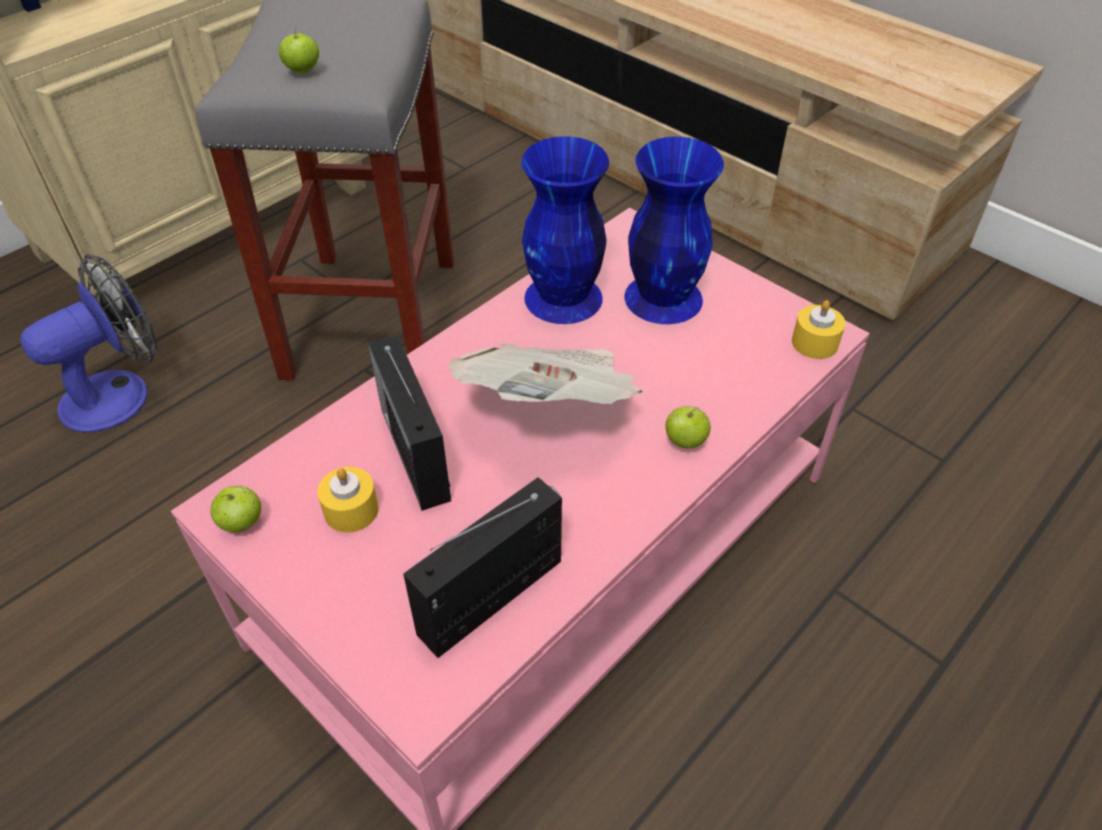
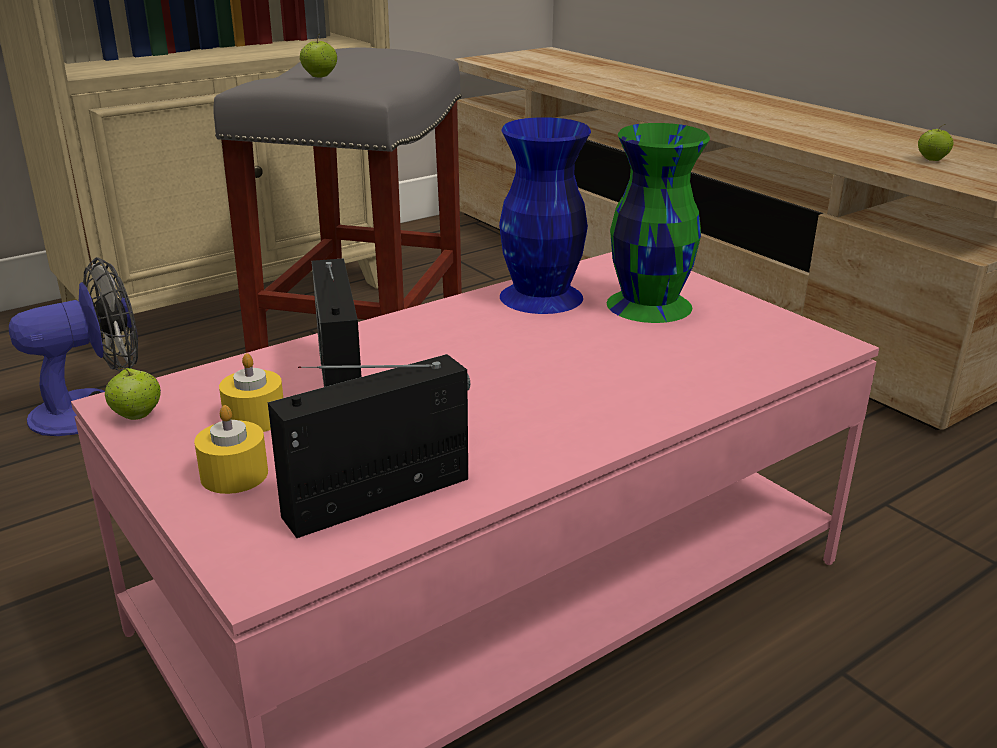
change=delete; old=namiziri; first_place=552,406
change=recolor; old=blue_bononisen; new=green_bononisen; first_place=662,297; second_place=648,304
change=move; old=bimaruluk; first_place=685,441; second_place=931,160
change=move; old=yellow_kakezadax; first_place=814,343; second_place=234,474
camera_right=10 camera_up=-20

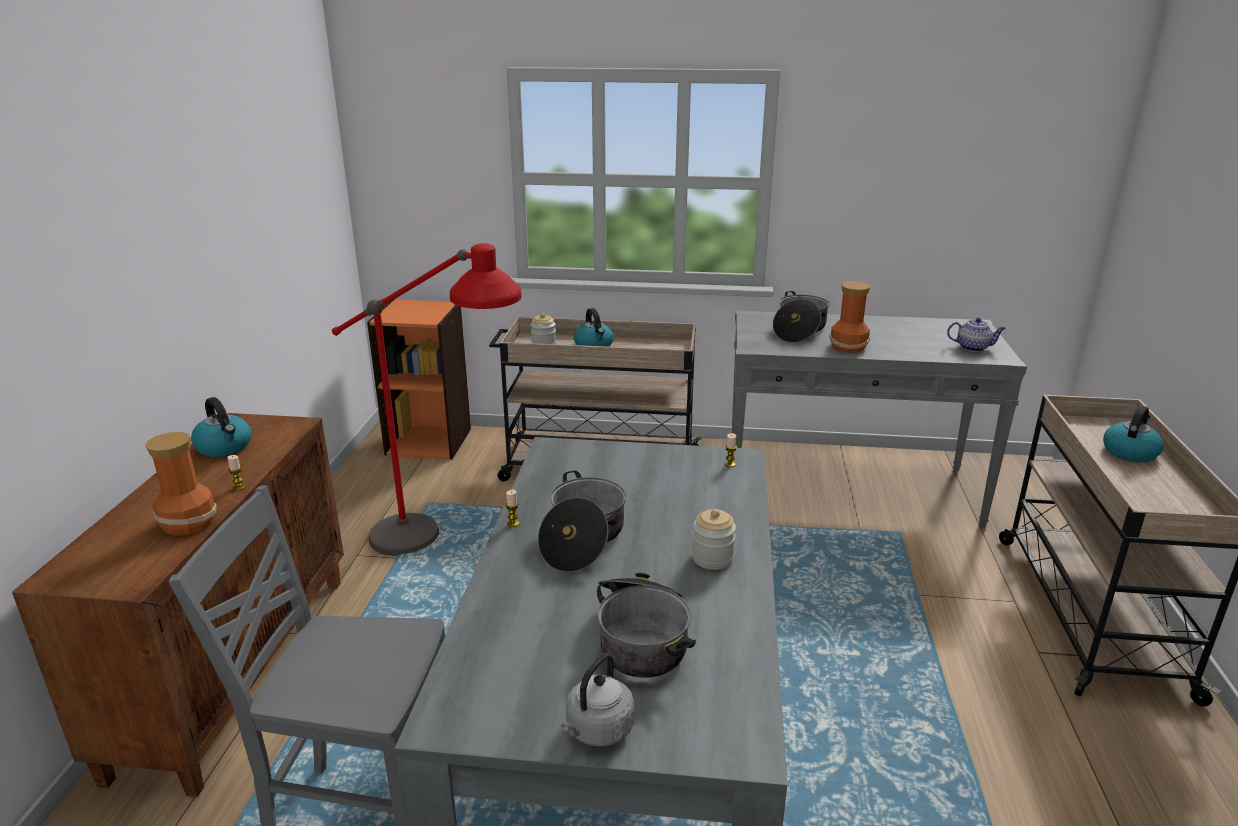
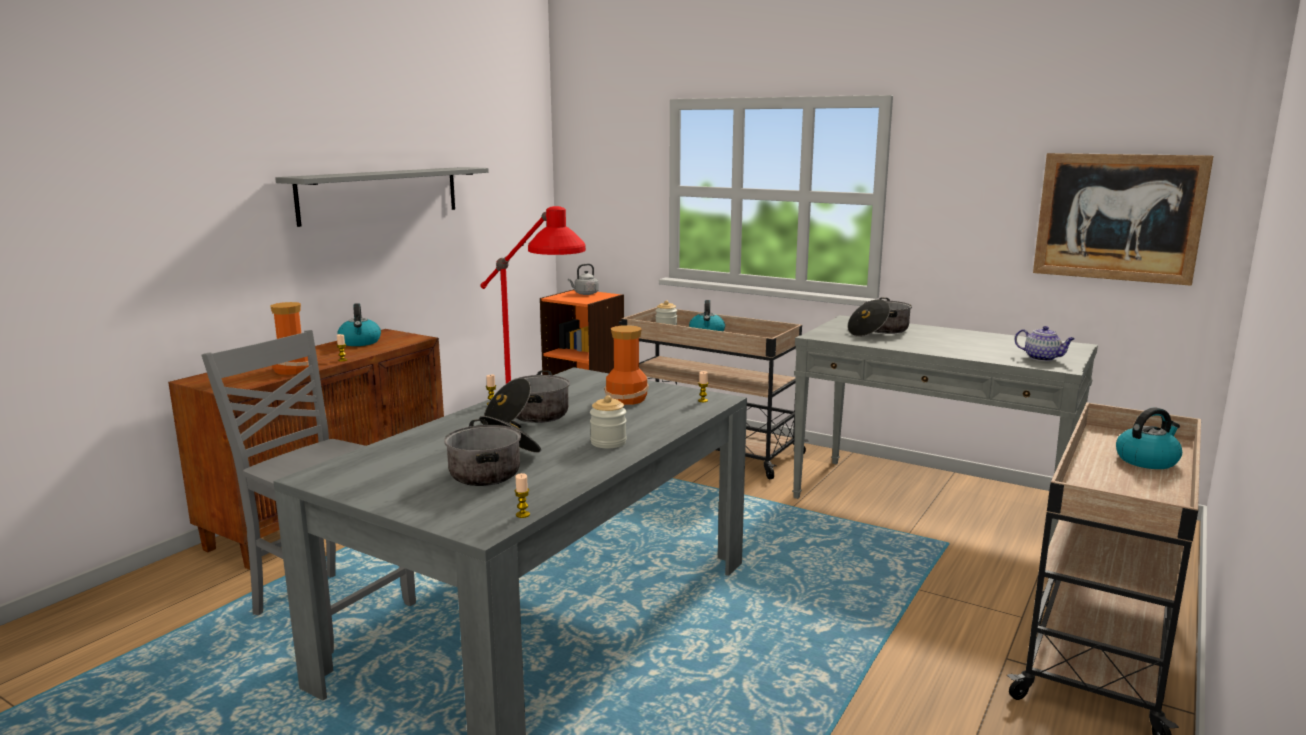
change=move; old=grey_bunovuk; first_place=597,731; second_place=585,294
change=move; old=bononisen; first_place=848,346; second_place=627,399
change=insert; new=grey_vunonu; second_place=381,194
change=insert; new=kakezadax; second_place=523,514
change=insert; new=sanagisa; second_place=1118,217
camera_right=25 camera_up=-10

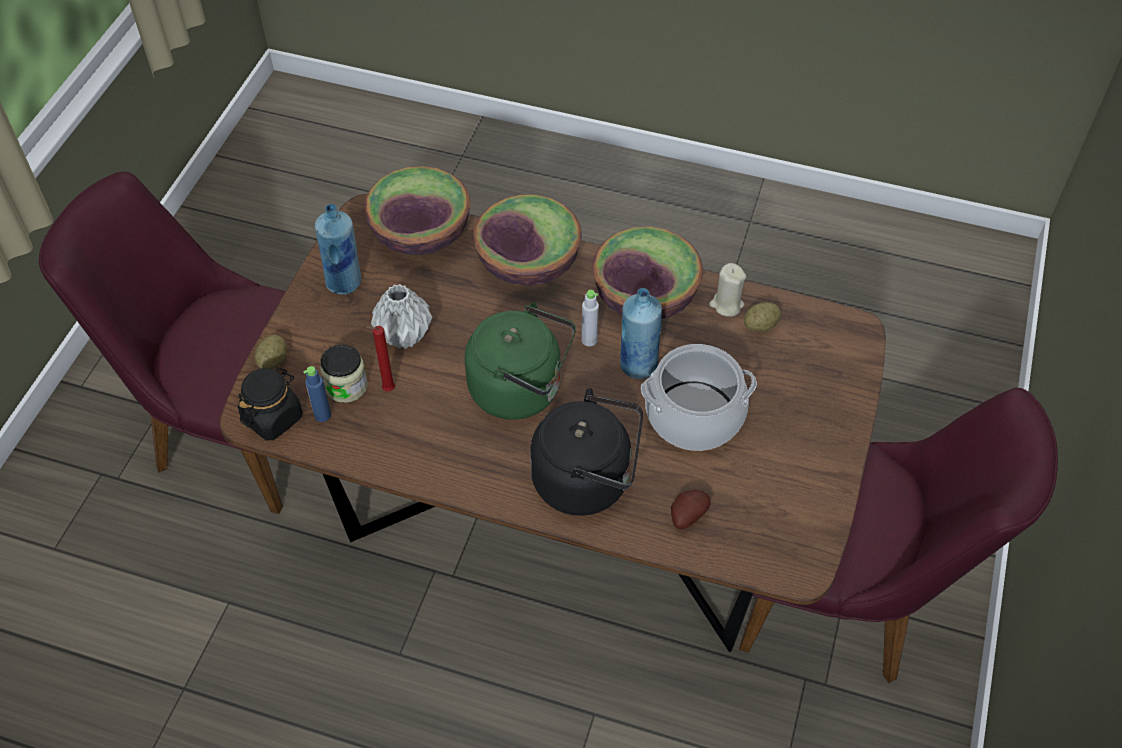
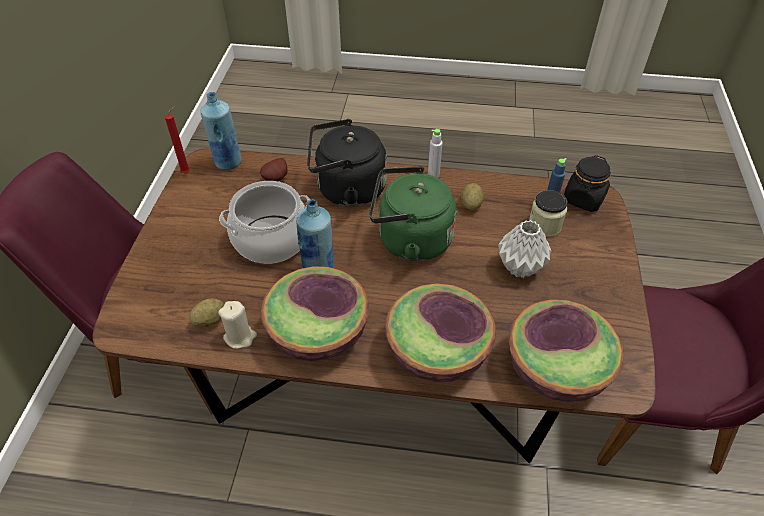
change=move; old=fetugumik; first_place=273,361; second_place=471,204
change=move; old=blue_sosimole; first_place=344,282; second_place=228,162
change=move; old=red_kakezadax; first_place=386,390; second_place=187,172
change=move; old=grey_sosimole; first_place=589,340; second_place=433,175
camera_right=170 camera_up=-5

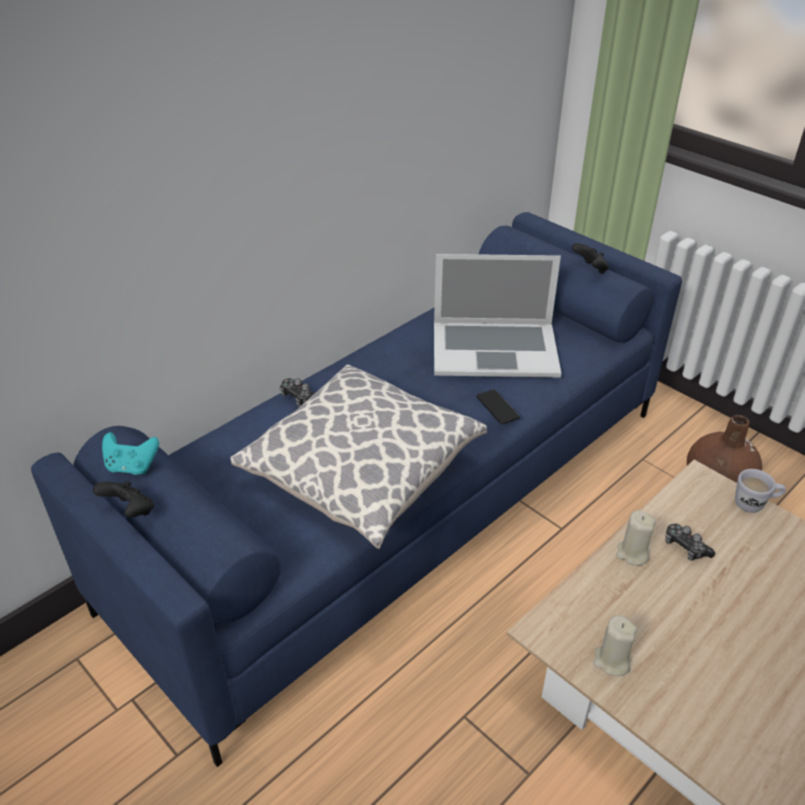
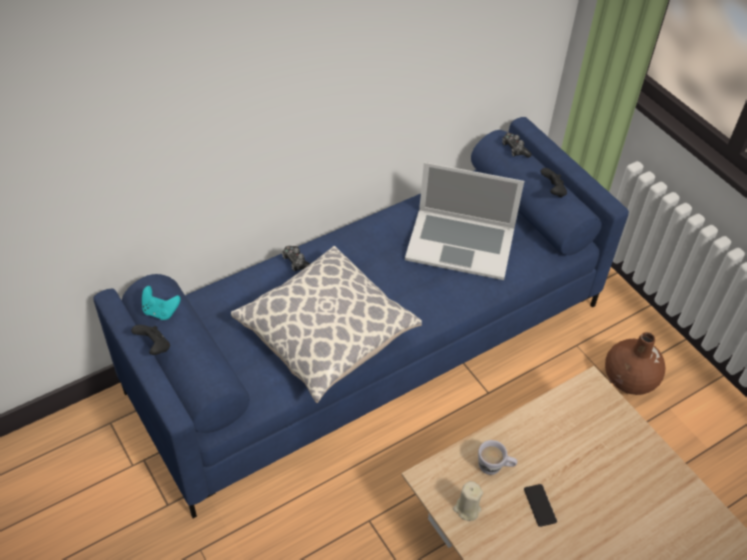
change=move; old=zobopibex; first_place=497,407; second_place=540,505
change=delete; old=beige_kakezadax; first_place=632,553
change=move; old=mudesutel; first_place=685,547; second_place=515,149
change=move; old=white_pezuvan; first_place=754,504; second_place=495,467
camera_right=10 camera_up=10

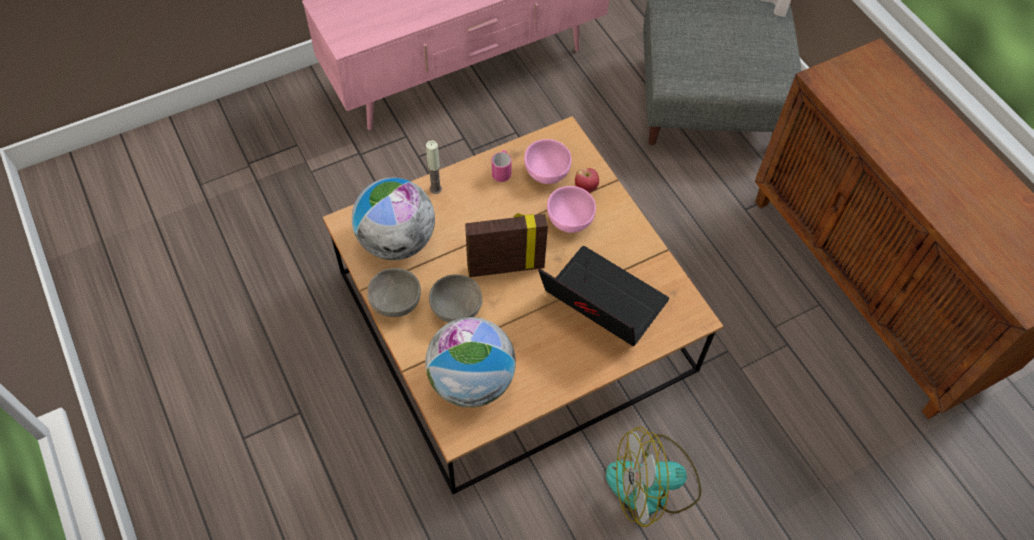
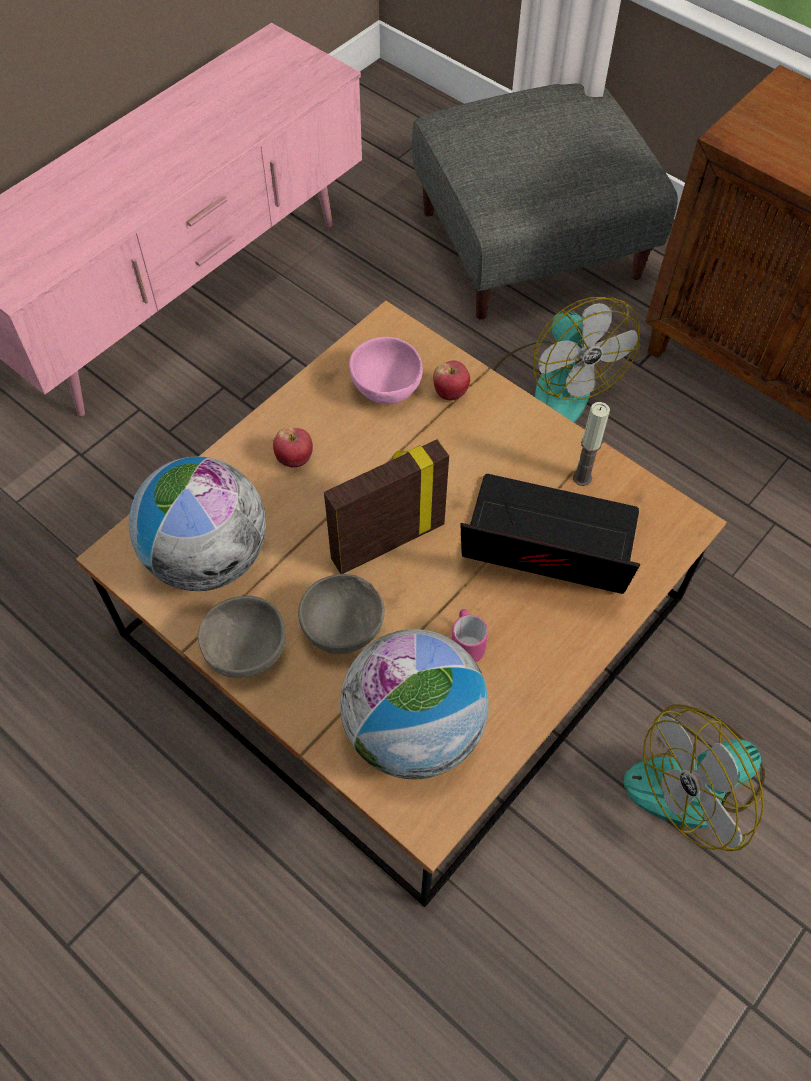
change=move; old=kakezadax; first_place=435,188; second_place=582,478
change=move; old=pink_pezuvan; first_place=502,172; second_place=466,643
change=delete; old=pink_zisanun; first_place=569,221
change=insert; new=bimaruluk; second_place=295,459
change=insert; new=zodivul; second_place=552,385
camera_right=-20 camera_up=0

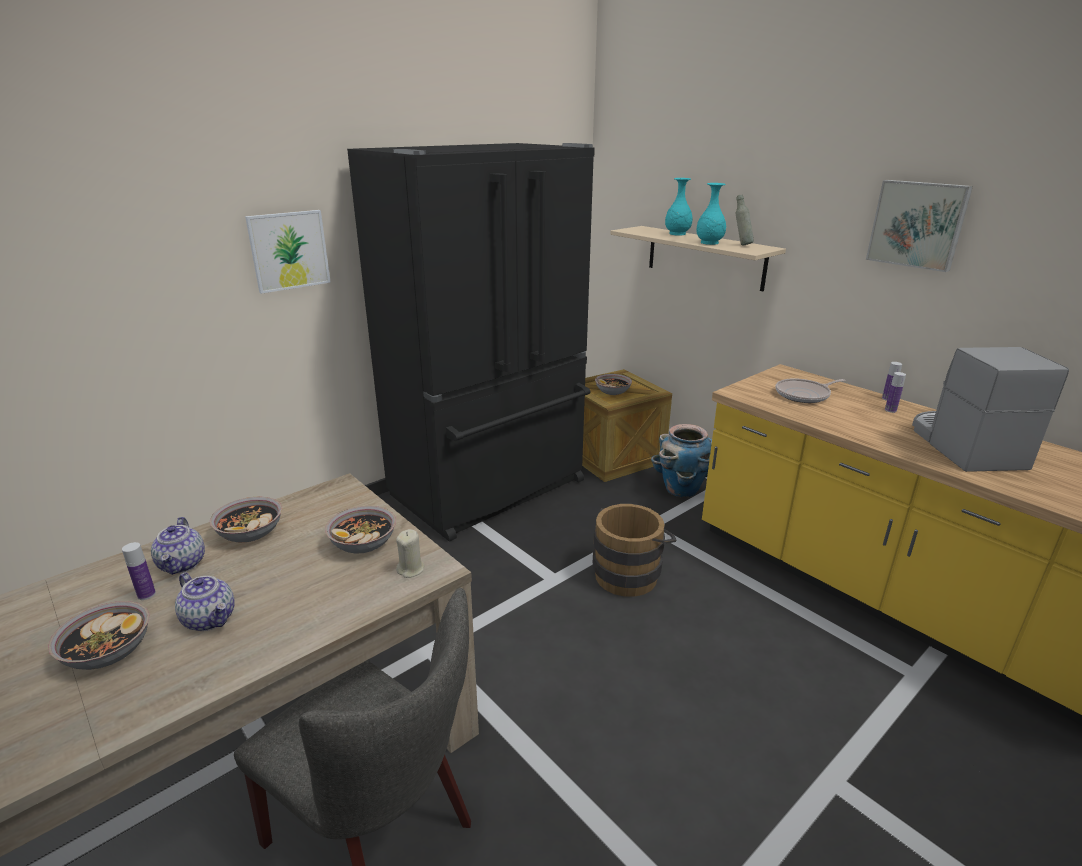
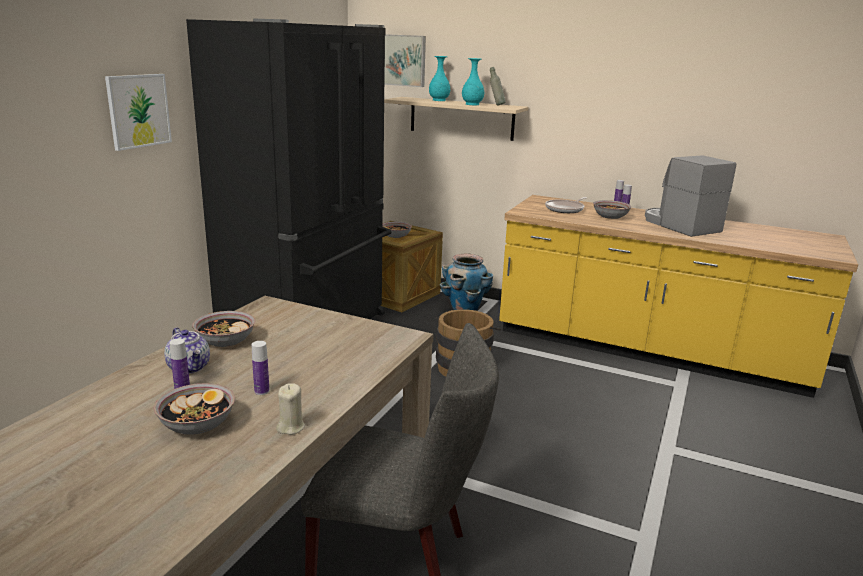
change=replace; old=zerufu; new=sosimole; first_place=210,619; second_place=261,391
change=move; old=zisanun; first_place=363,543; second_place=610,216
change=move; old=beige_kakezadax; first_place=411,569; second_place=290,427
change=move; old=sanagisa; first_place=918,224; second_place=403,60
camera_right=-25 camera_up=-5

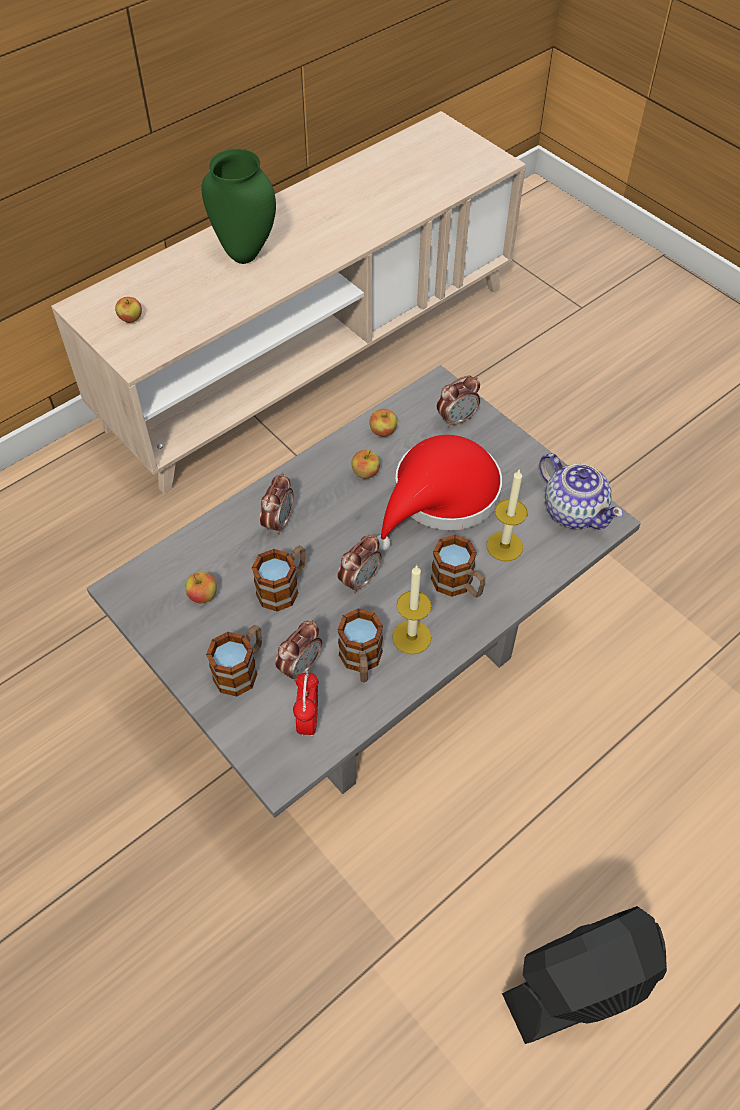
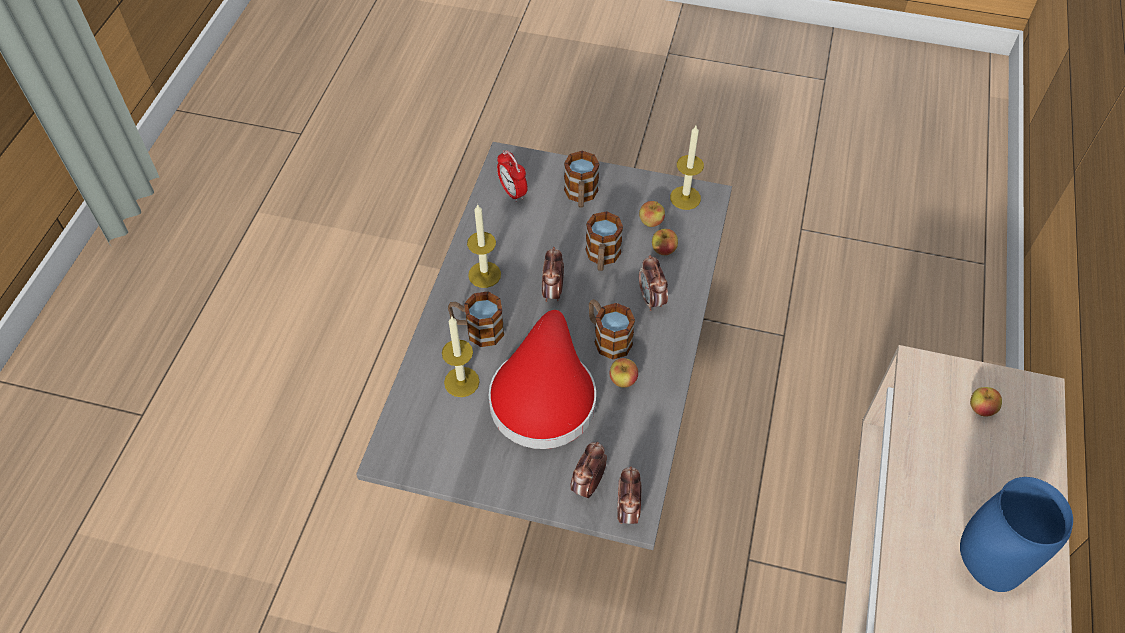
change=recolor; old=green_bononisen; new=blue_bononisen; first_place=245,255; second_place=983,566
change=move; old=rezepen; first_place=300,666; second_place=627,510
change=move; old=pezuvan; first_place=361,661; second_place=607,337
change=move; old=bimaruluk; first_place=383,431; second_place=663,250
change=delete; old=black_zodivul; first_place=580,987
change=delete; old=zerufu; first_place=573,510
change=insert; new=kakezadax; second_place=685,198
camera_right=145 camera_up=0

